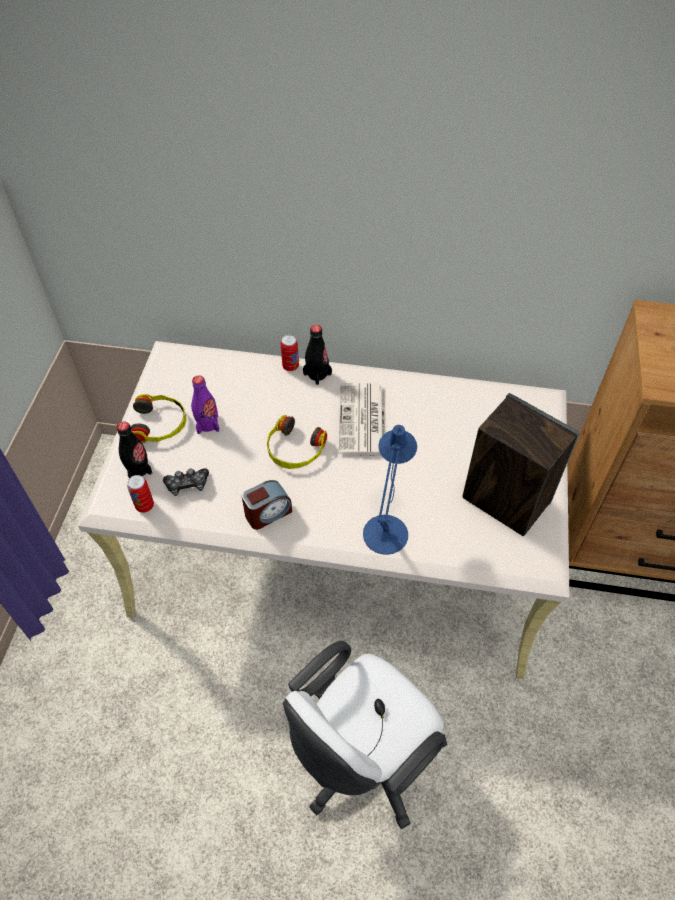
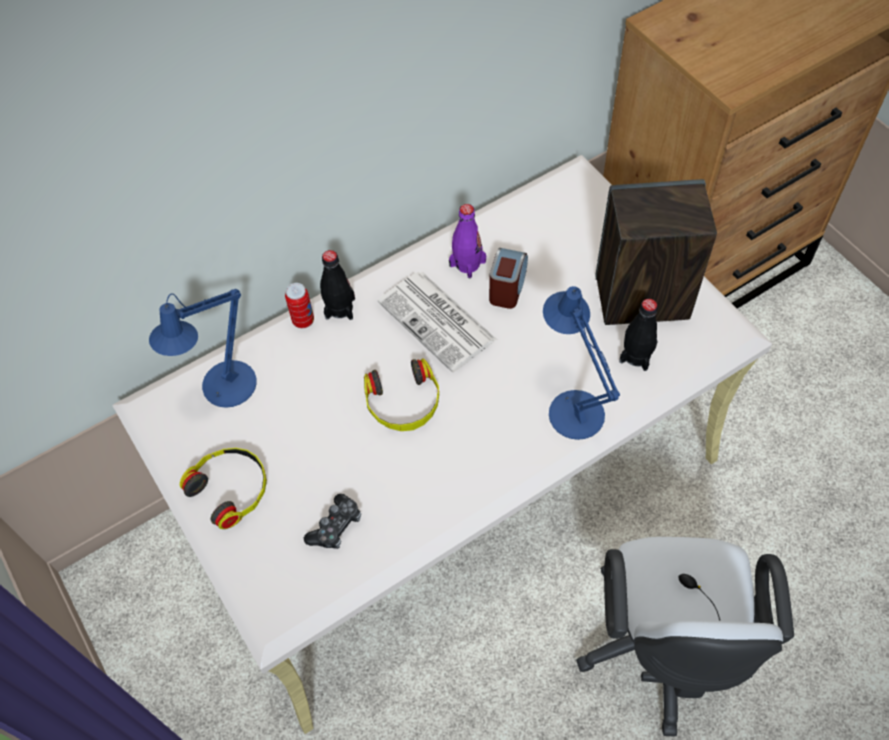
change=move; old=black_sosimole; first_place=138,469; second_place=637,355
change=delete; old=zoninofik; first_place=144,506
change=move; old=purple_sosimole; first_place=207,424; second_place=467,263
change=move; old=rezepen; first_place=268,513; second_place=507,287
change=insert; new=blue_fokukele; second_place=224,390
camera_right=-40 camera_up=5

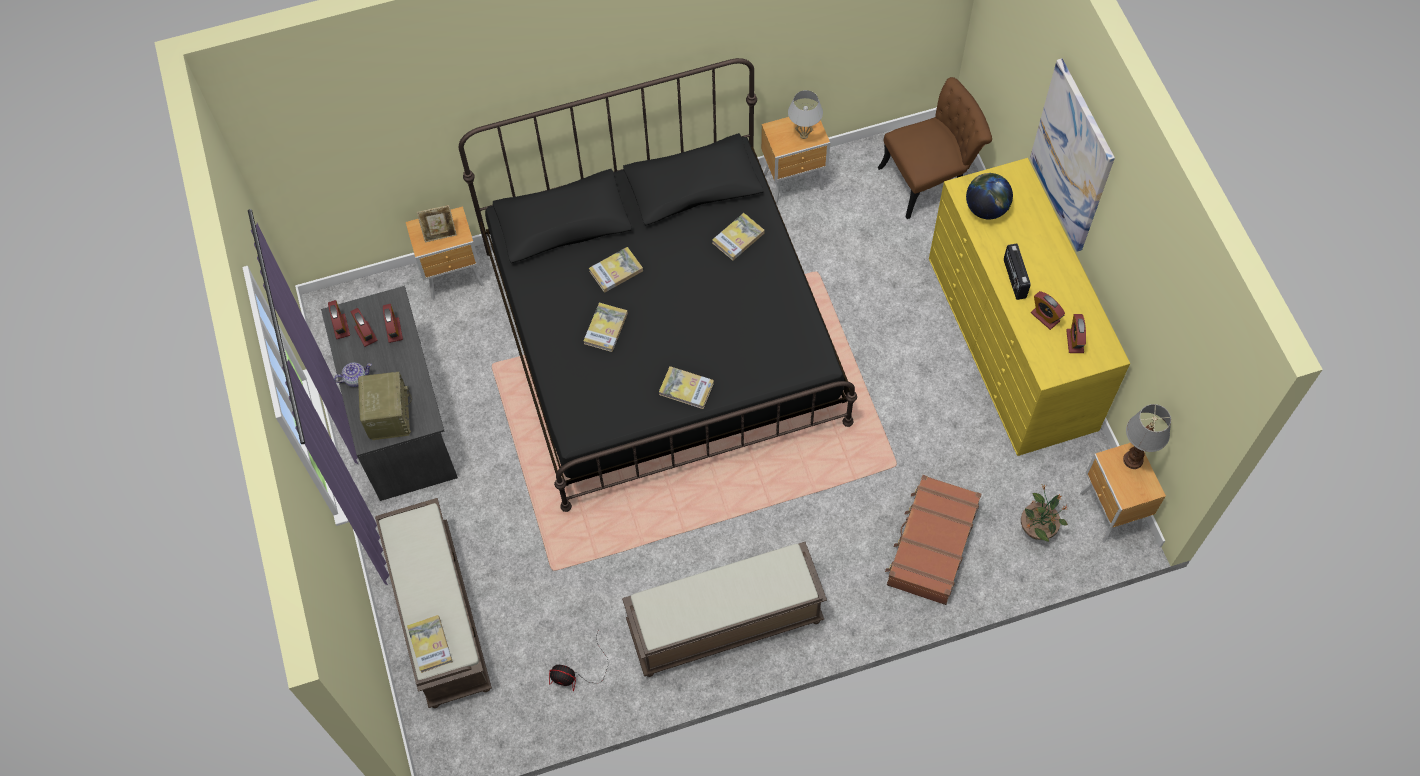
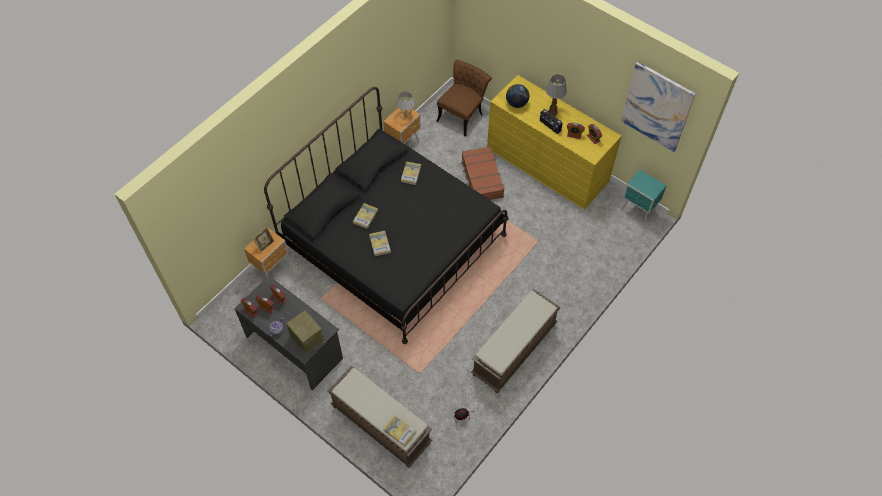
change=delete; old=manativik; first_place=686,389
change=move; old=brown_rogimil; first_place=931,545; second_place=481,178
change=delete; old=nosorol; first_place=1037,528
change=move; old=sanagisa; first_place=1072,156; second_place=657,107
change=recolor; old=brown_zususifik; new=turquoise_zususifik; first_place=1109,513; second_place=638,212
change=move; old=fokukele; first_place=1133,459; second_place=552,112
camera_right=-35 camera_up=-5

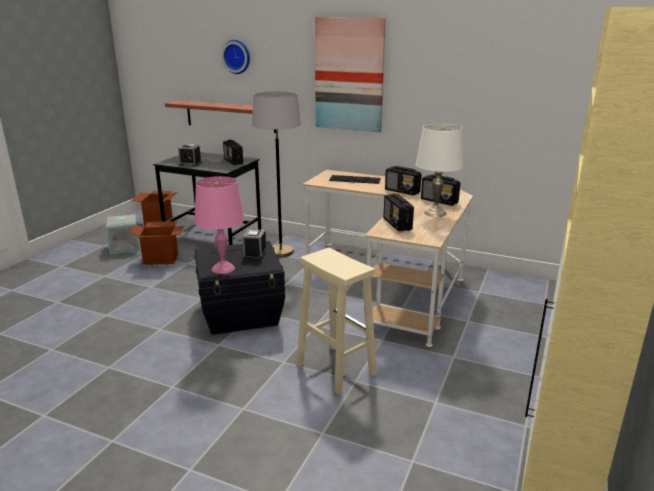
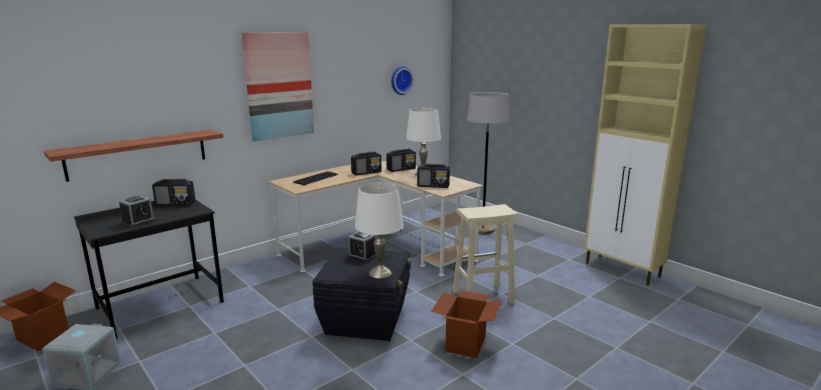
change=move; old=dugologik; first_place=161,259; second_place=465,343
change=recolor; old=pink_fokukele; new=white_fokukele; first_place=223,268; second_place=380,273
change=move; old=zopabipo; first_place=237,56; second_place=400,80
change=move; old=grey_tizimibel; first_place=281,252; second_place=482,230
camera_right=-65 camera_up=-5

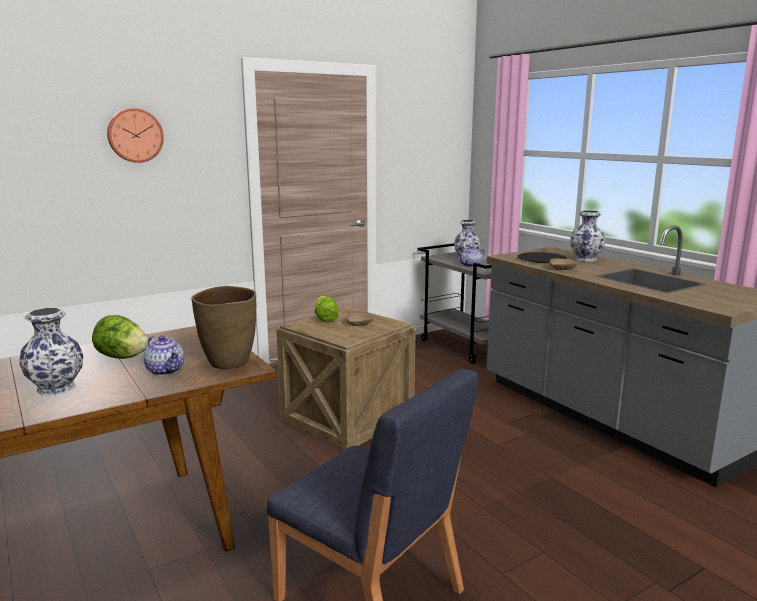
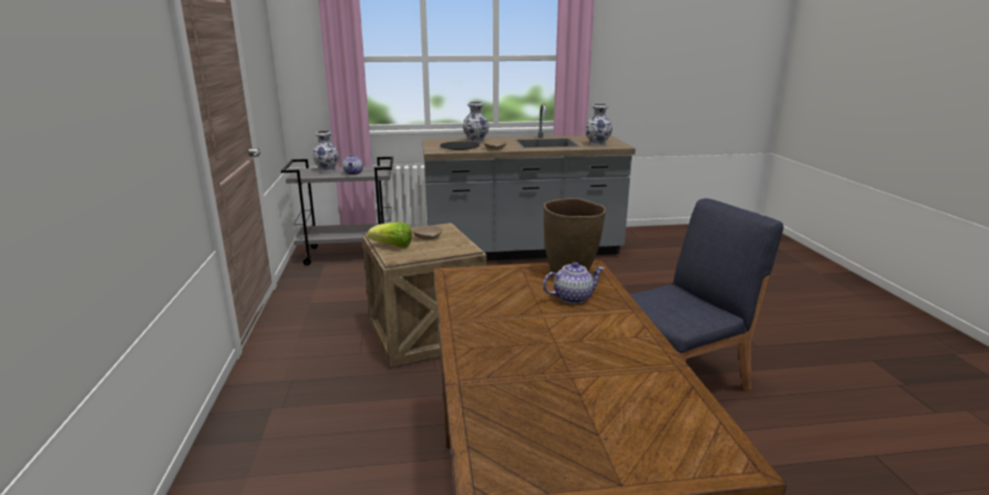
change=move; old=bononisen; first_place=56,389; second_place=598,144
change=delete; old=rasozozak; first_place=122,357
change=delete; old=zopabipo; first_place=135,135
camera_right=-65 camera_up=5

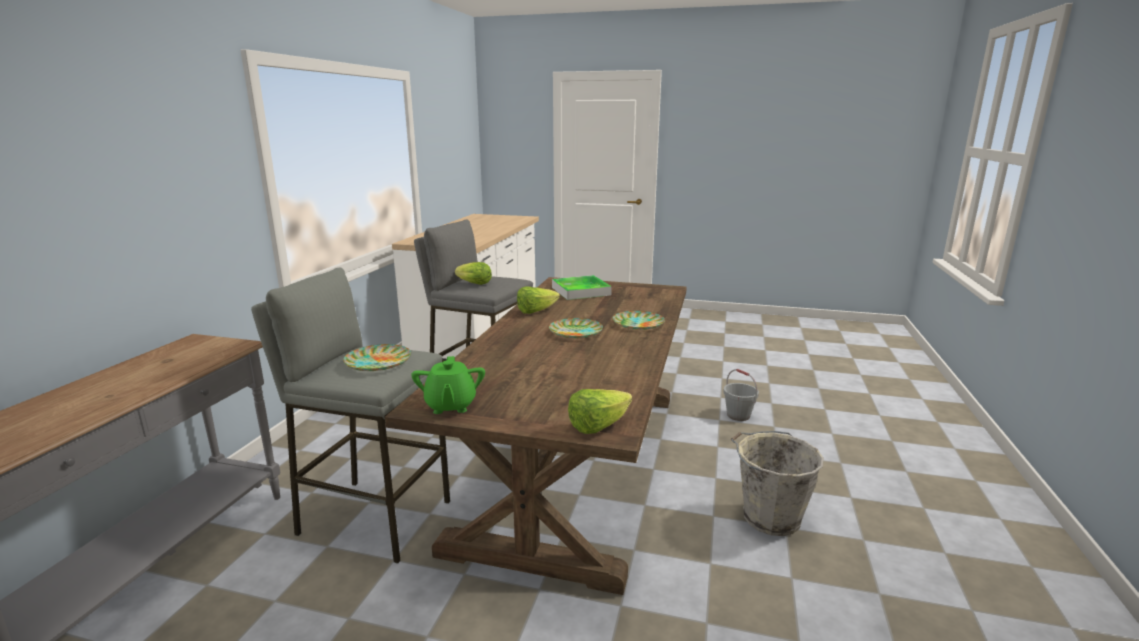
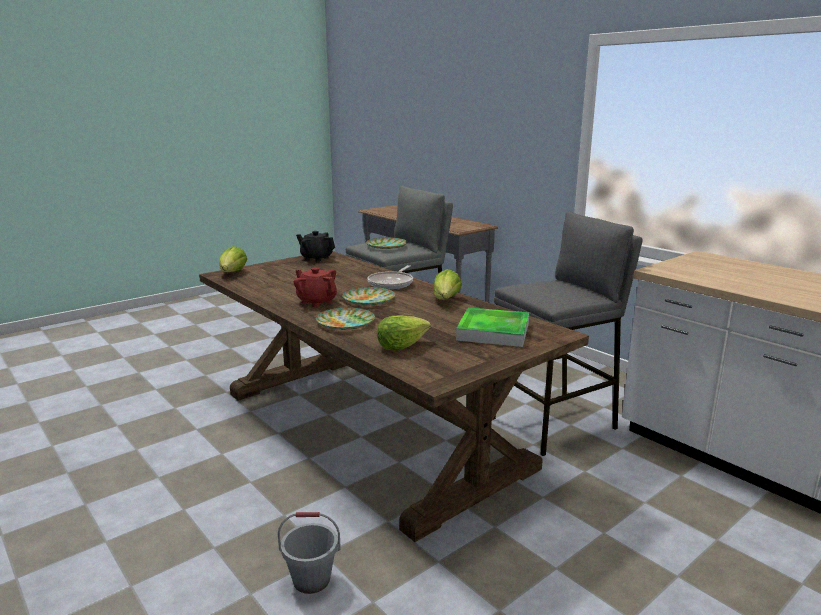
change=recolor; old=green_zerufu; new=black_zerufu; first_place=450,406; second_place=316,258
change=move; old=rasozozak; first_place=473,284; second_place=401,345
change=delete; old=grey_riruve; first_place=769,517
change=insert; new=red_zerufu; second_place=316,301
change=insert; new=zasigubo; second_place=392,283
camera_right=125 camera_up=0

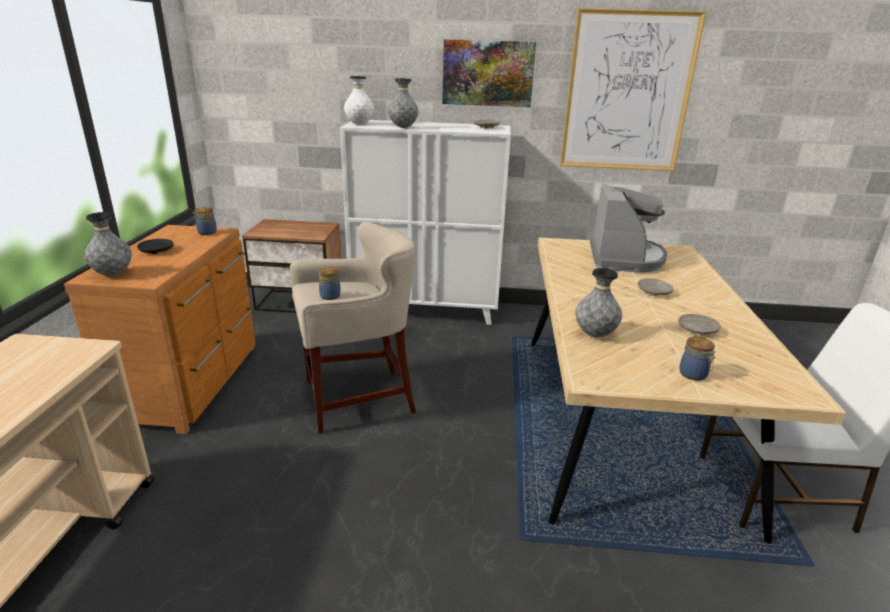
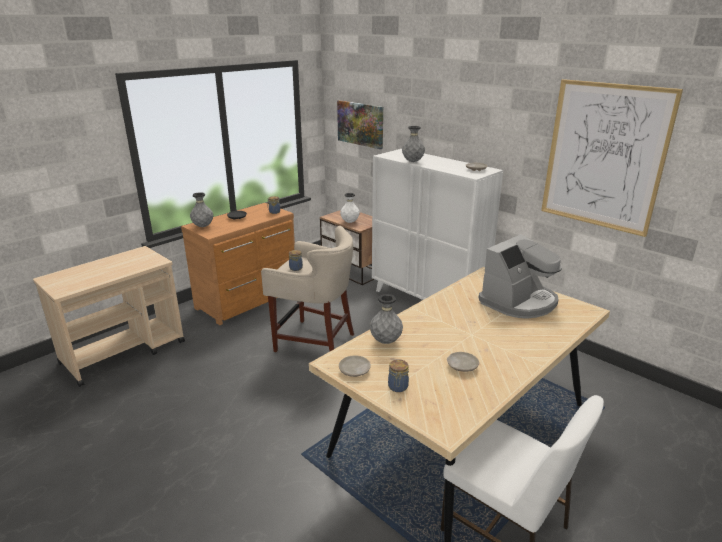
change=move; old=white_bononisen; first_place=359,124; second_place=349,222
change=move; old=sanagisa; first_place=488,73; second_place=360,124
change=move; old=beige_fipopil; first_place=654,292; second_place=354,371
camera_right=40 camera_up=0

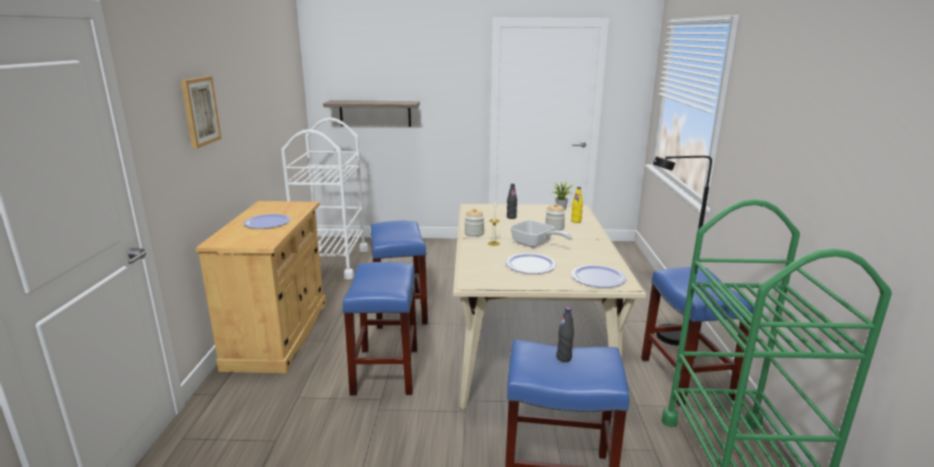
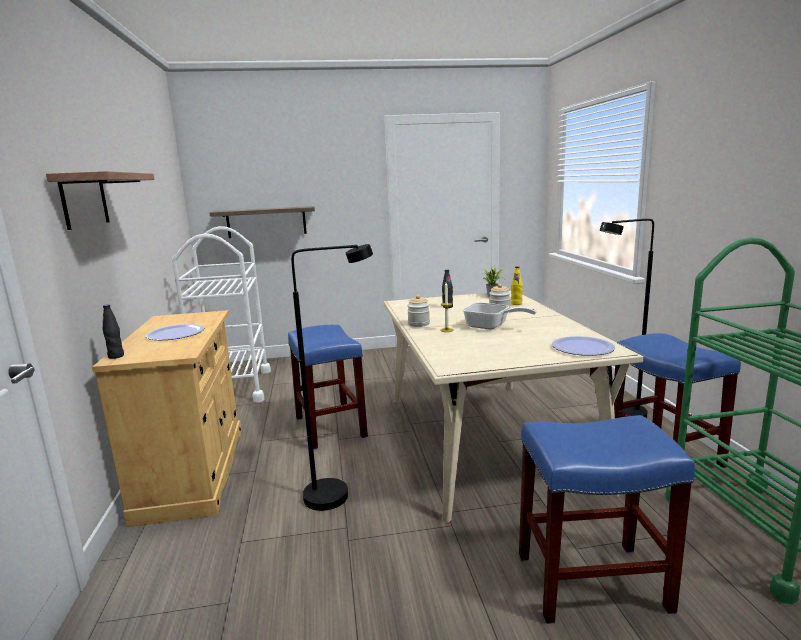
change=replace; old=sanagisa; new=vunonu; first_place=199,111; second_place=84,200
change=replace; old=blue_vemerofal; new=black_tizimibel; first_place=385,370; second_place=338,493
change=delete; old=fipopil; first_place=530,265
change=move; old=black_sosimole; first_place=564,358; second_place=116,356
camera_right=-10 camera_up=-5

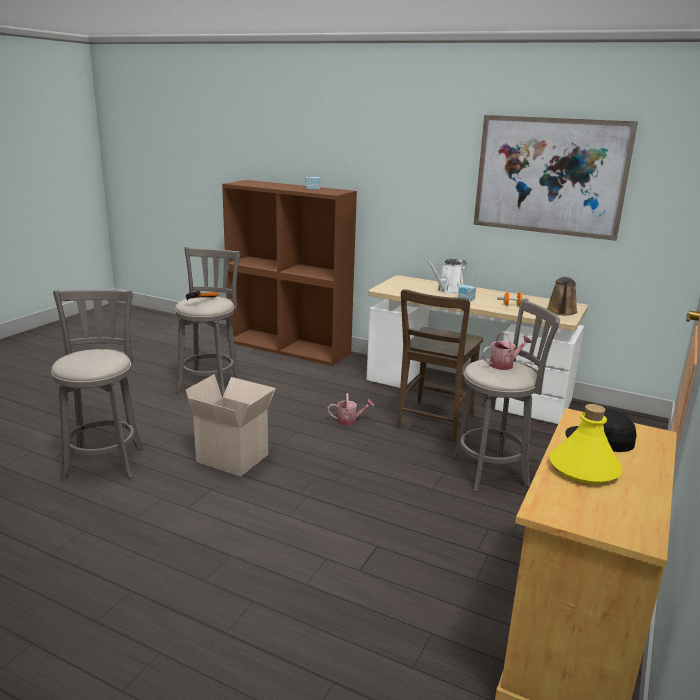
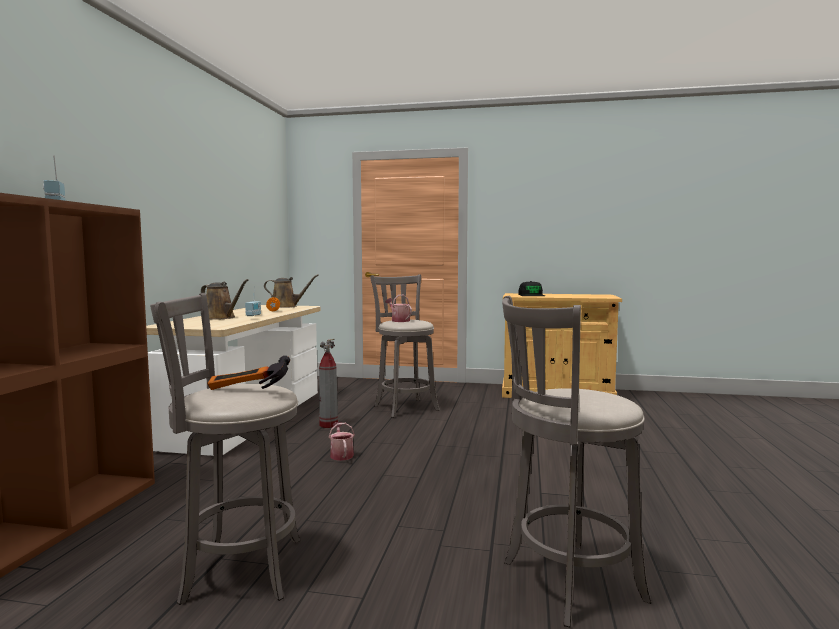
change=delete; old=dugologik; first_place=234,457
change=replace; old=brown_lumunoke; new=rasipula; first_place=434,422; second_place=328,425
change=recolor; old=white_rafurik; new=brown_rafurik; first_place=448,290; second_place=221,318
change=delete; old=sanagisa; first_place=549,176
change=delete; old=yellow_sosimole; first_place=584,469
camera_right=-105 camera_up=-15

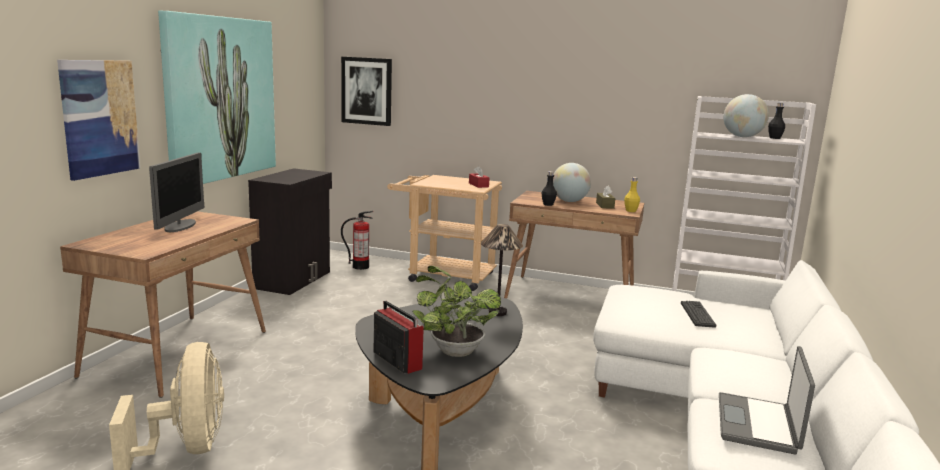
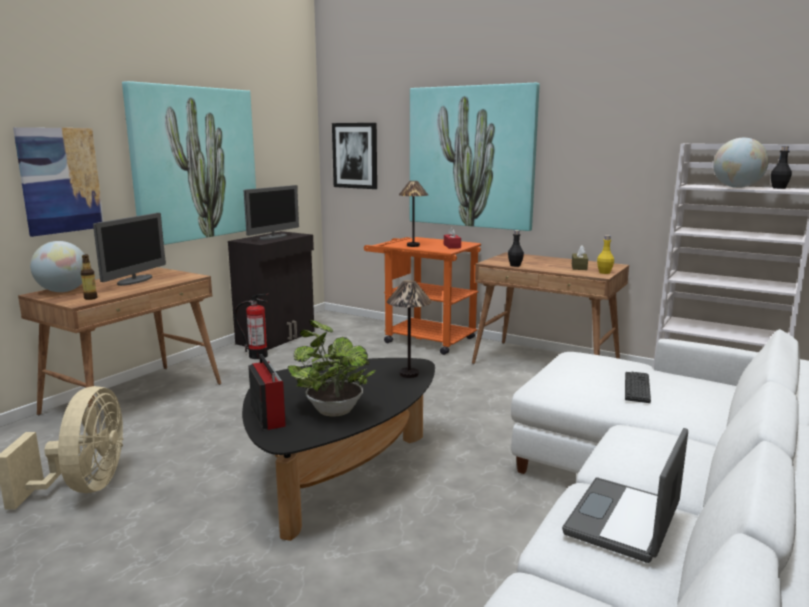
change=move; old=rasipula; first_place=360,267; second_place=258,356
change=recolor; old=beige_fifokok; new=orange_fifokok; first_place=444,276; second_place=422,339
change=move; old=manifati; first_place=569,201; second_place=63,291
change=insert; new=sosimole; second_place=90,298
change=insert; new=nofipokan; second_place=273,237
change=insert; new=fokukele; second_place=413,245
change=insert; new=sanagisa; second_place=471,157
camera_right=15 camera_up=0

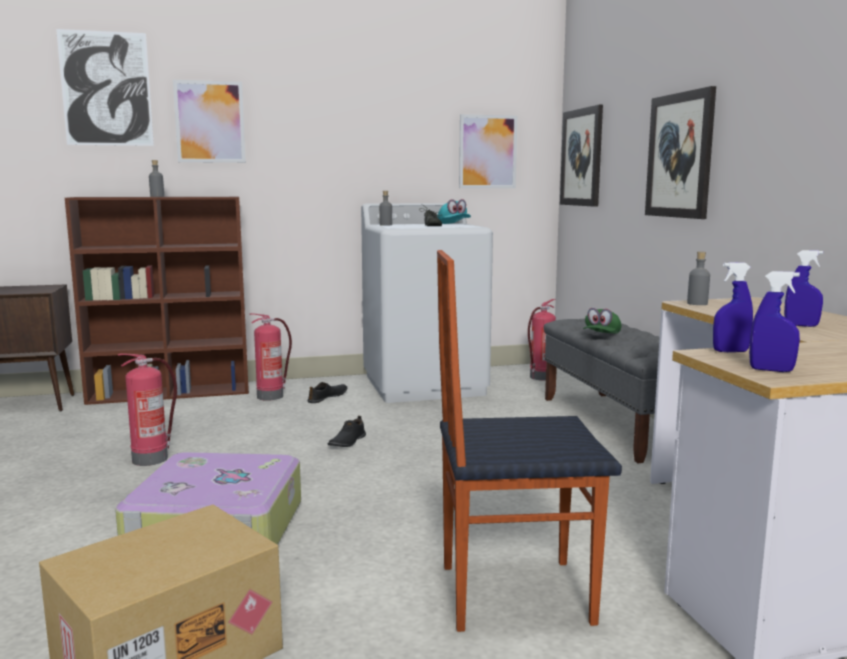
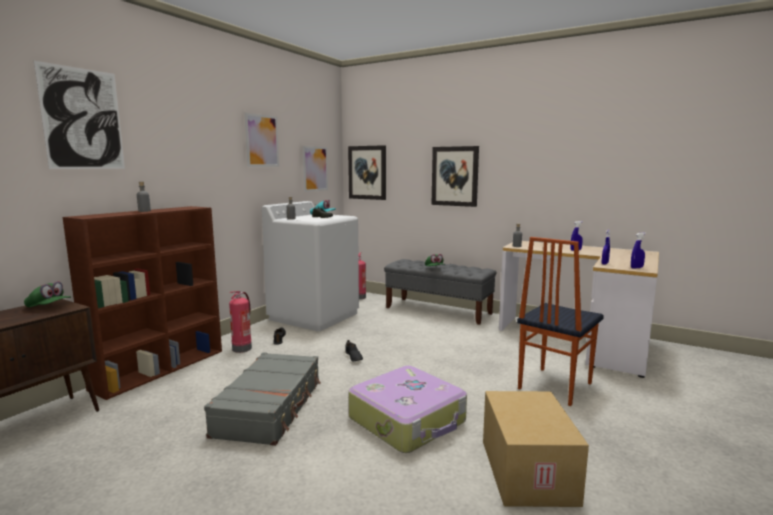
change=replace; old=rasipula; new=grey_rogimil; first_place=151,459; second_place=270,408
change=move; old=sanagisa; first_place=210,122; second_place=262,141
change=insert; new=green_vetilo; second_place=49,307
camera_right=-45 camera_up=0

